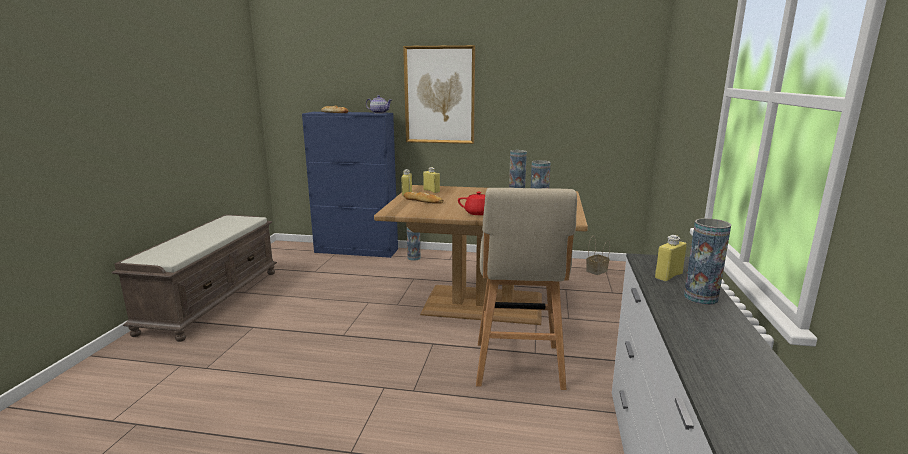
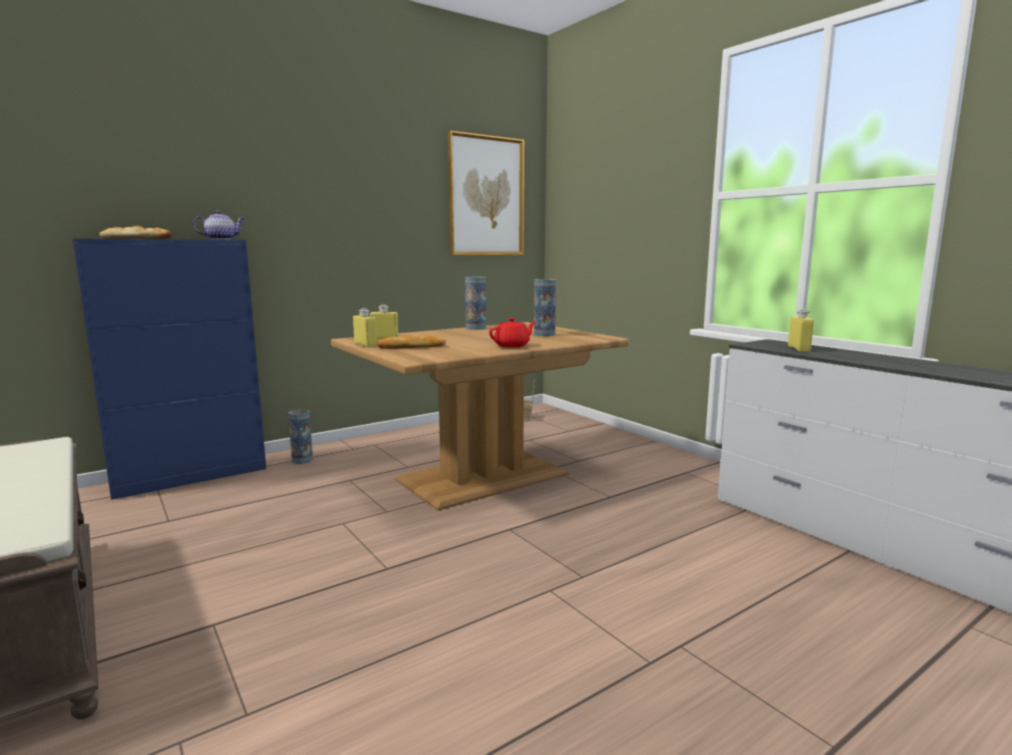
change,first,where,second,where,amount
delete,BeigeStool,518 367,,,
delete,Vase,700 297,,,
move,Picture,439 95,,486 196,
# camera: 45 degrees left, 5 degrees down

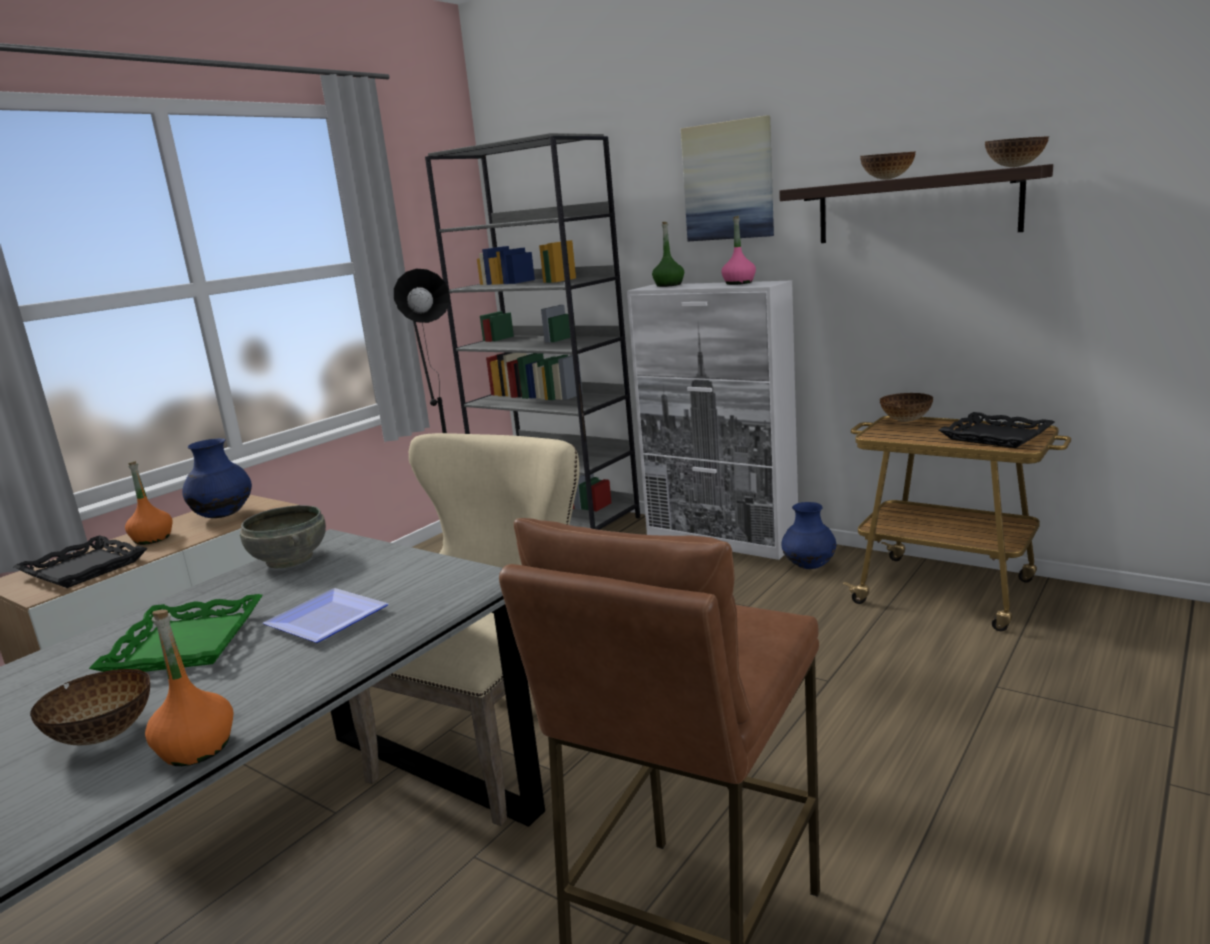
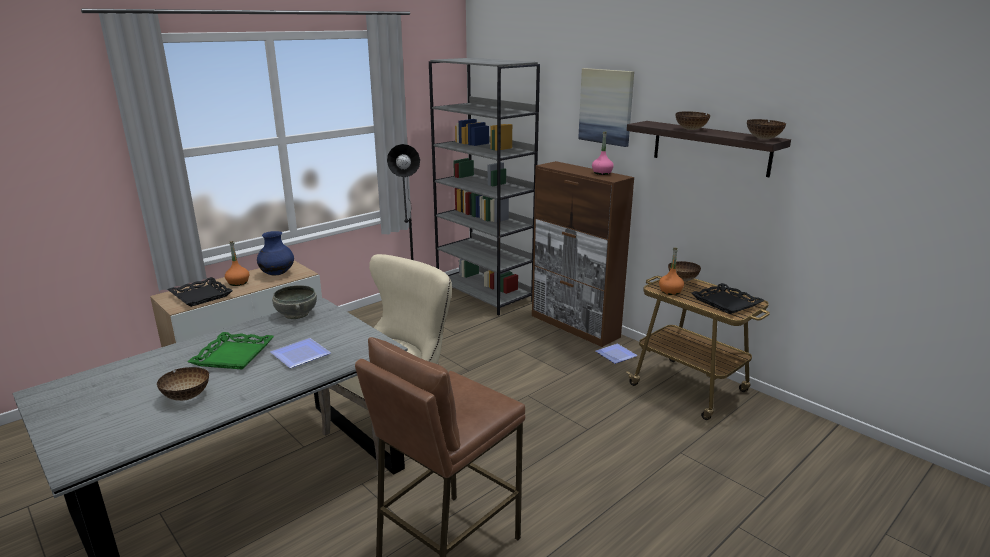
change,first,where,second,where,amount
delete,GreenBottle,669 285,,,
move,OrangeBottle,197 748,,670 291,
replace,BlueVase,809 566,Plate,617 355,
recolor,WhiteCabinet,721 539,BrownCabinet,575 326,
# camera: 10 degrees right, 5 degrees up

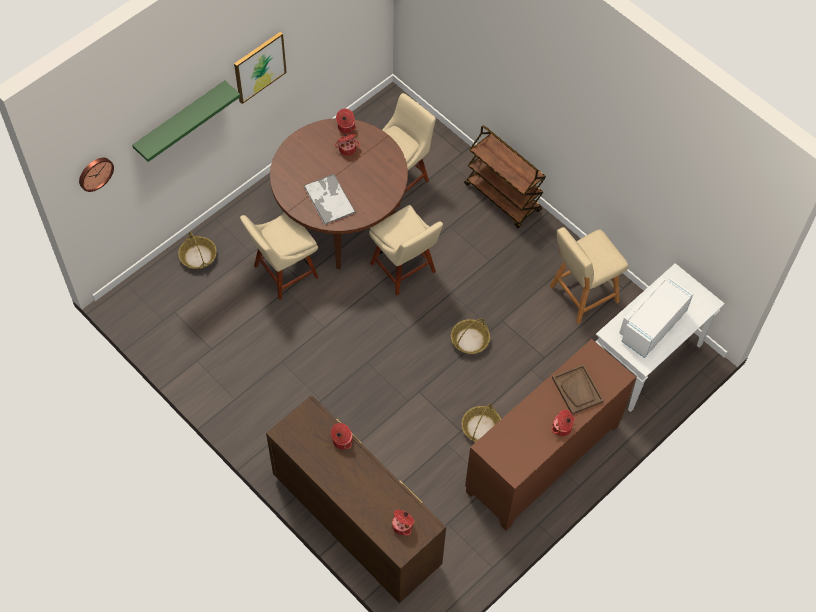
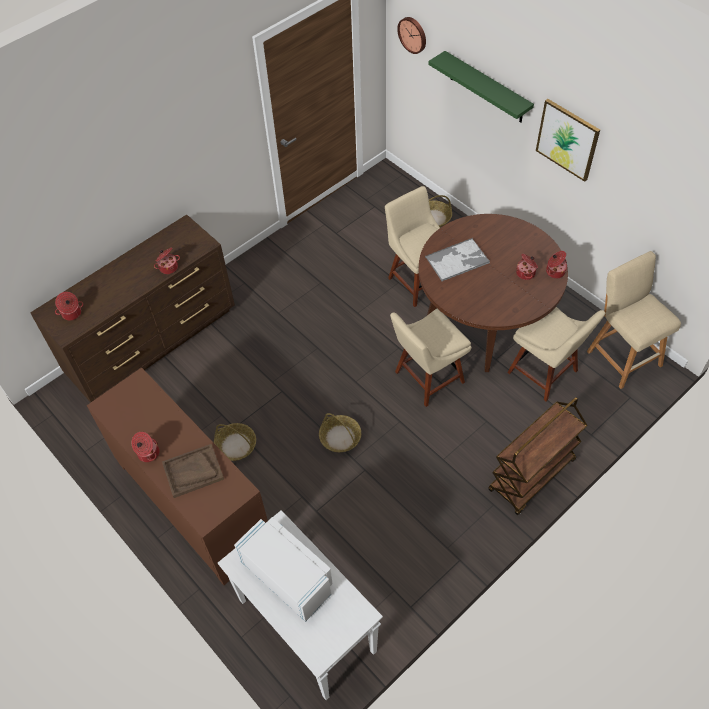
change,first,where,second,where,amount
move,BeigeStool,581 295,,621 356,
# camera: 95 degrees right, 5 degrees down

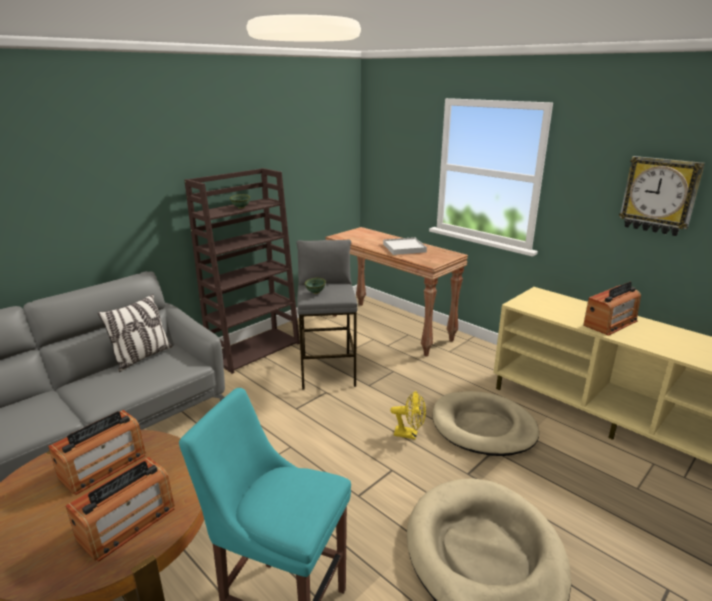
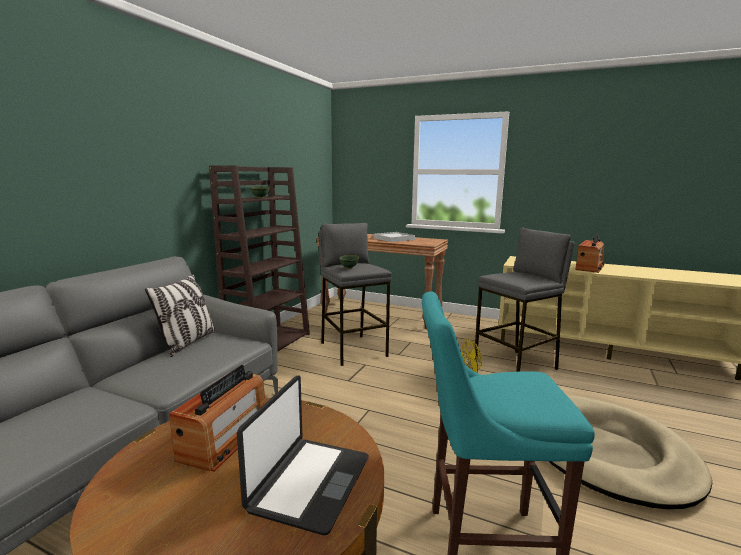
change,first,where,second,where,amount
delete,WallClock,659 195,,,
replace,Radio,127 524,Laptop,309 483,
replace,BeigeDogBed,483 427,GreyStool,516 367,
# camera: 20 degrees left, 10 degrees down

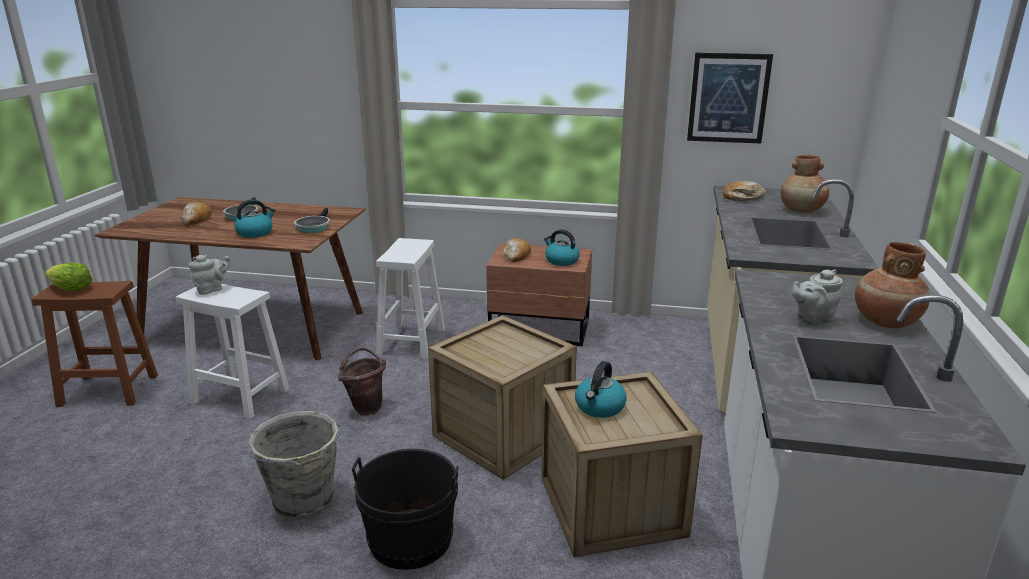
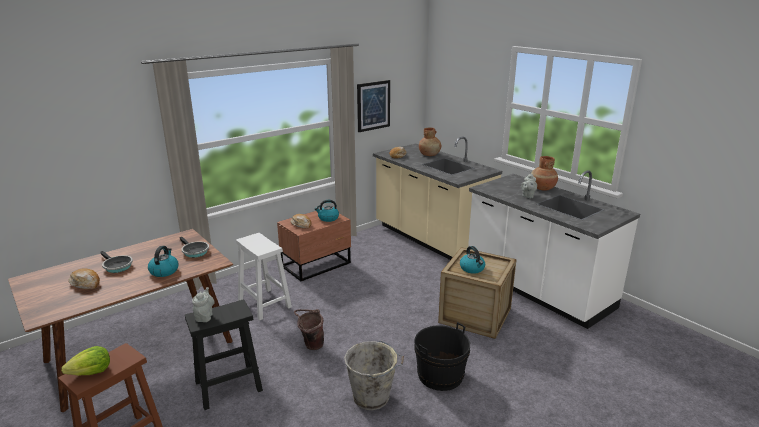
change,first,where,second,where,amount
delete,Crate,503 435,,,
recolor,WhiteStool,238 396,BlackStool,227 386,
# camera: 50 degrees left, 0 degrees up

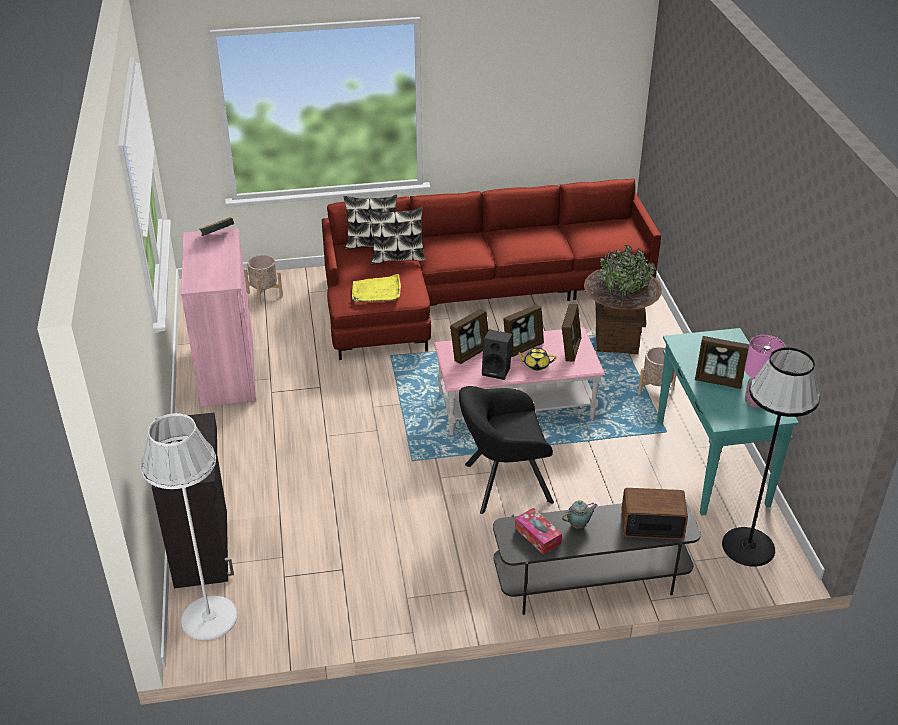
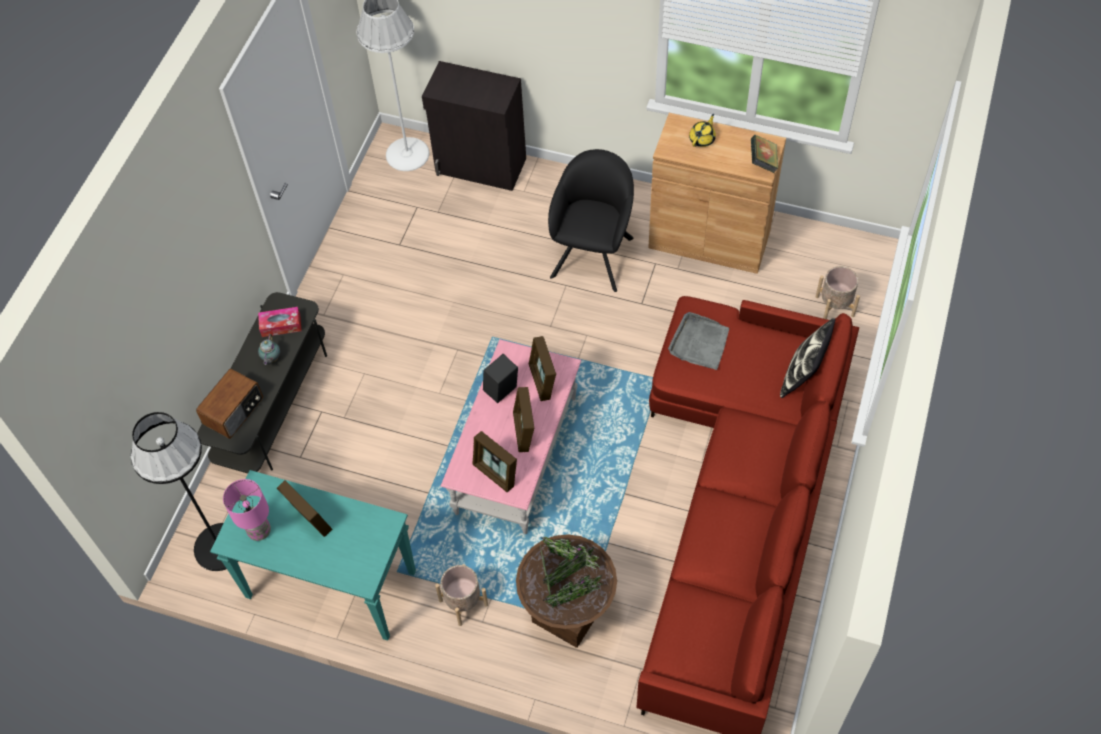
change,first,where,second,where,amount
delete,Pillow,397 257,,,
move,BlackArmchair,503 483,,593 253,
move,YellowTeapot,536 365,,702 139,
recolor,PinkCabinet,227 370,BrownCabinet,709 239,
recolor,YellowTray,376 291,GreyTray,699 343,
rotate,PictureFrame,718 380,,309 520,90 degrees clockwise
# camera: 120 degrees right, 20 degrees up

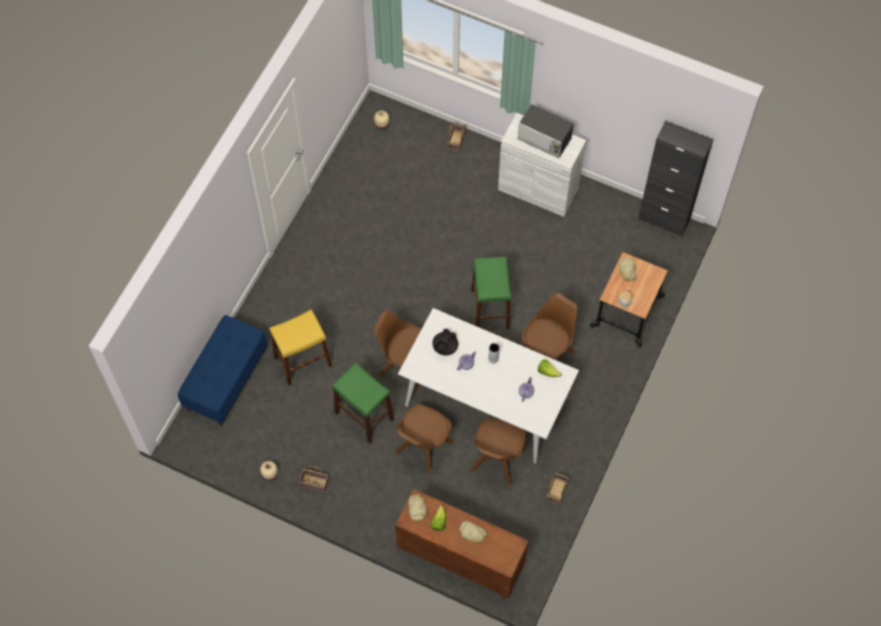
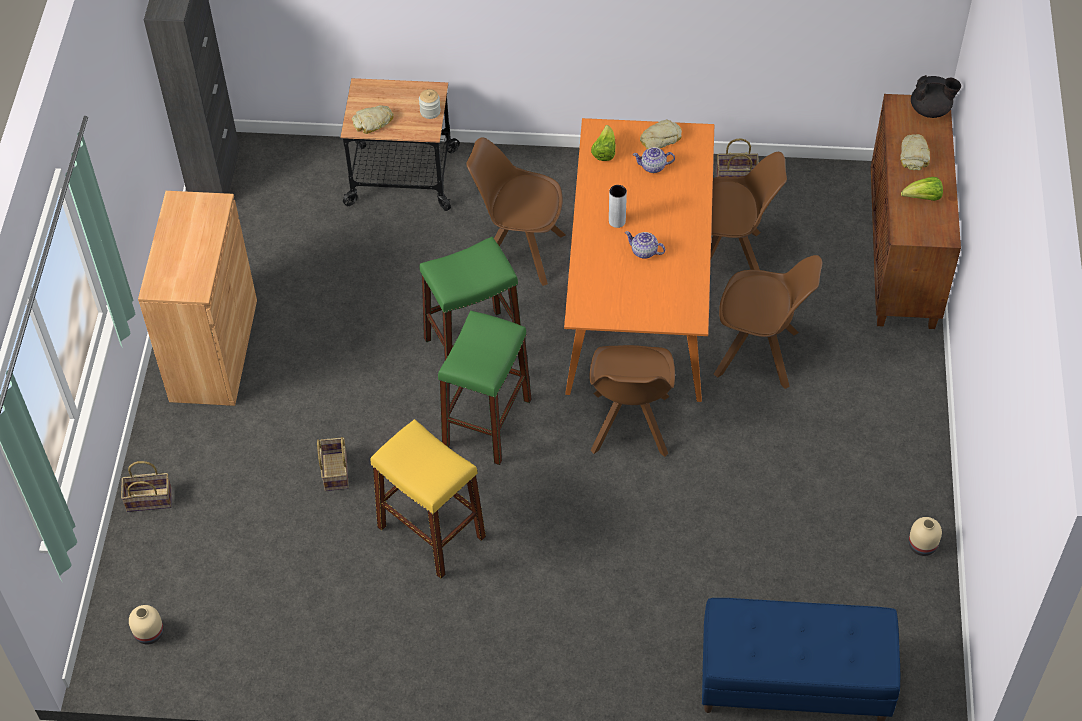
change,first,where,second,where,amount
delete,Microwave,544 139,,,
move,YellowStool,303 361,,431 532,
move,Basket,315 483,,334 471,
move,GreenStool,364 416,,487 423,
move,Bread,417 508,,660 138,
move,BlackTeapot,445 347,,931 110,
recolor,WhiteDiningTable,485 401,OrangeDiningTable,639 301,
recolor,WhiteCabinet,538 189,BrownCabinet,214 350,
# camera: 110 degrees left, 10 degrees down

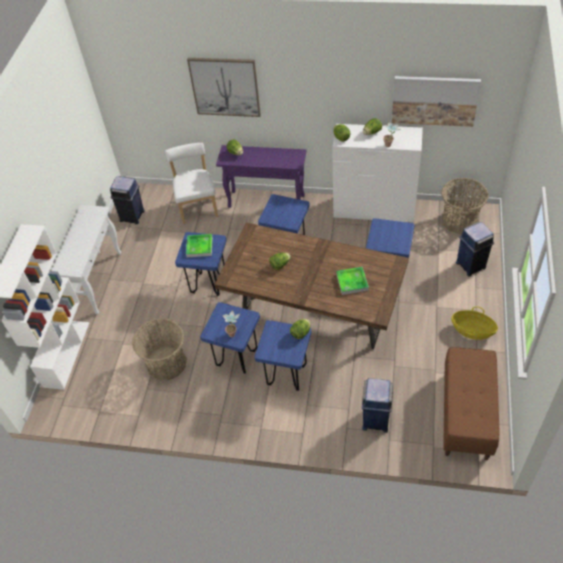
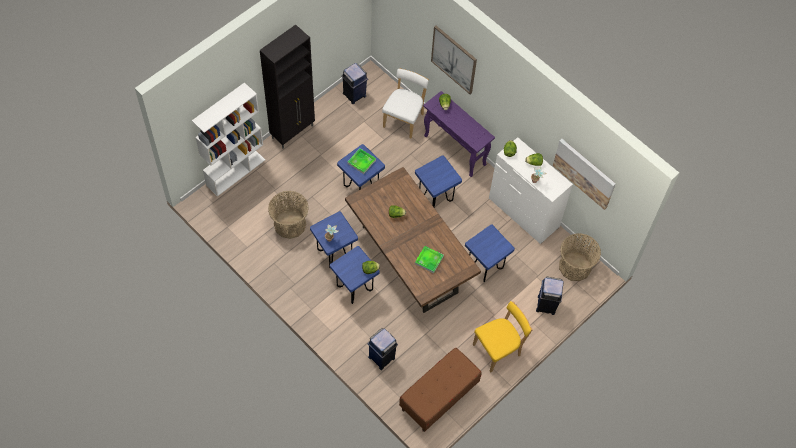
change,first,where,second,where,amount
replace,WhiteConsoleTable,98 281,BlackCabinet,293 132,
replace,Basket,472 330,YellowChair,498 349,
# camera: 30 degrees right, 10 degrees up

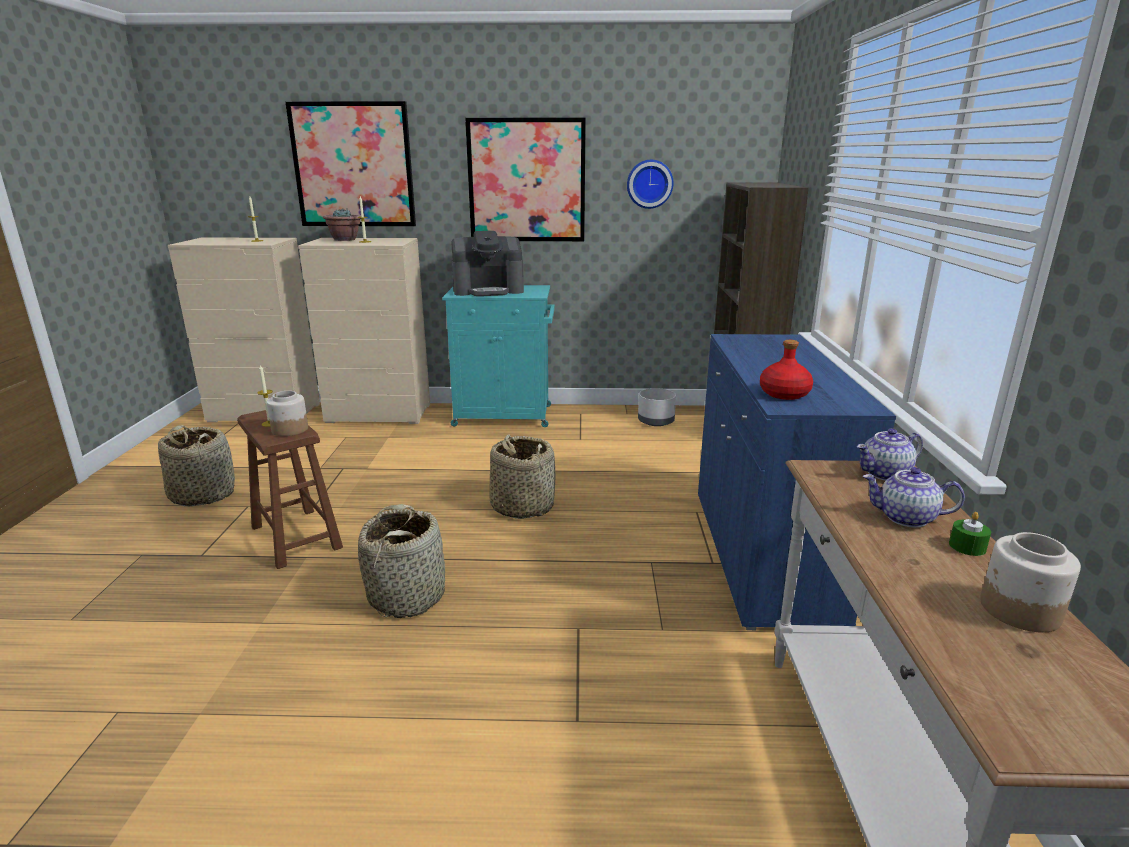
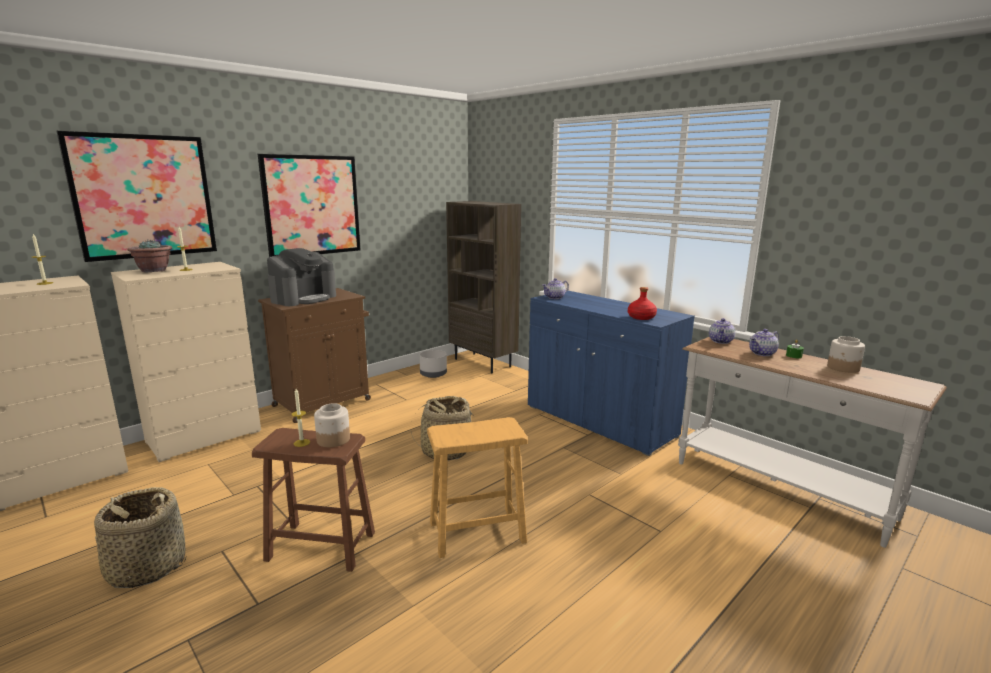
change,first,where,second,where,amount
delete,WallClock,649 184,,,
insert,,,Teapot,555 297,
replace,Basket,407 596,BrownStool,477 532,
recolor,TurquoiseCabinet,505 416,BrownCabinet,324 402,
# camera: 45 degrees left, 5 degrees down

